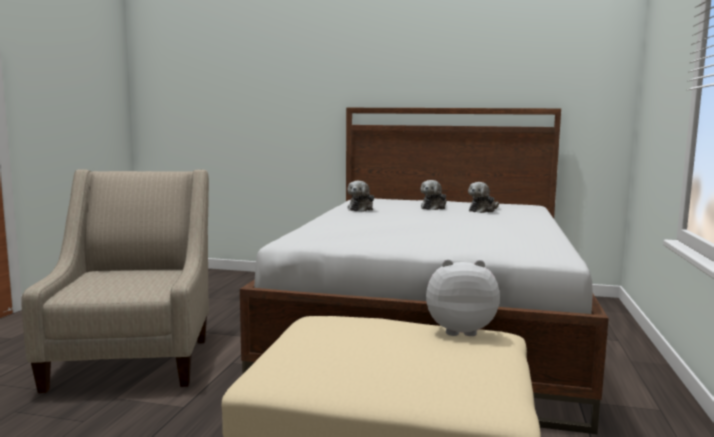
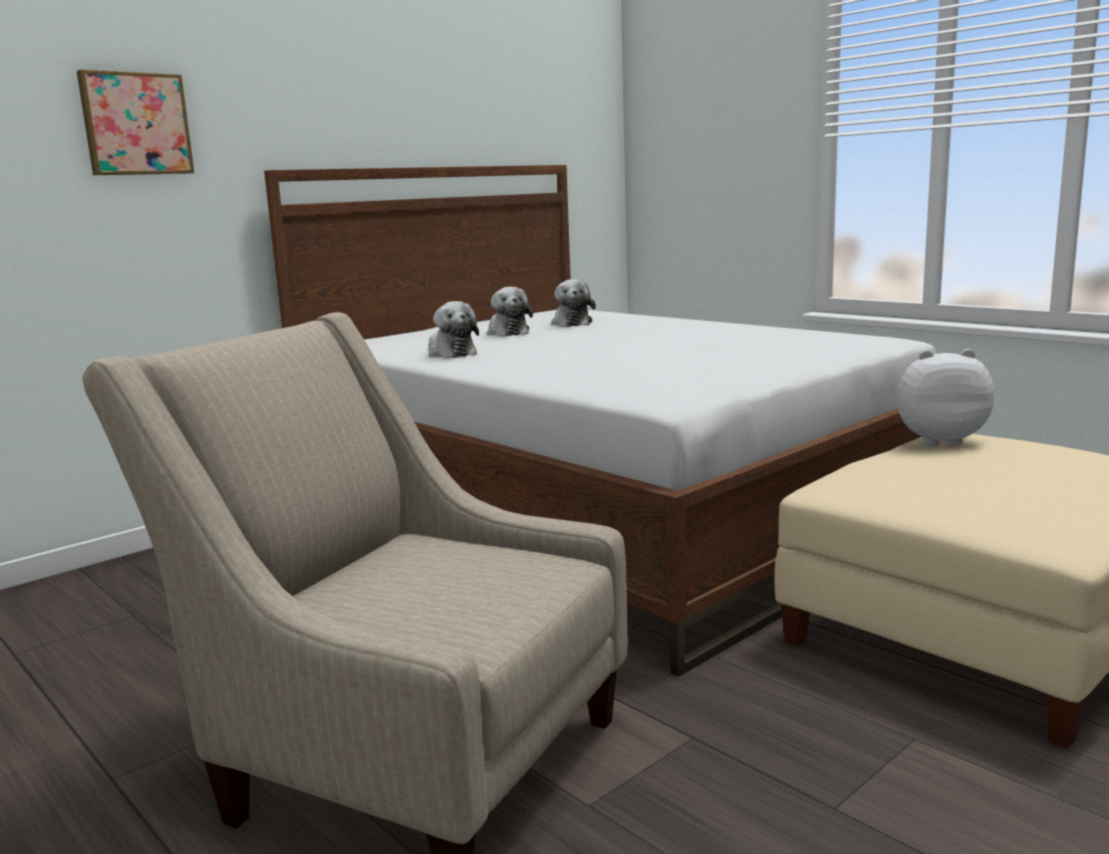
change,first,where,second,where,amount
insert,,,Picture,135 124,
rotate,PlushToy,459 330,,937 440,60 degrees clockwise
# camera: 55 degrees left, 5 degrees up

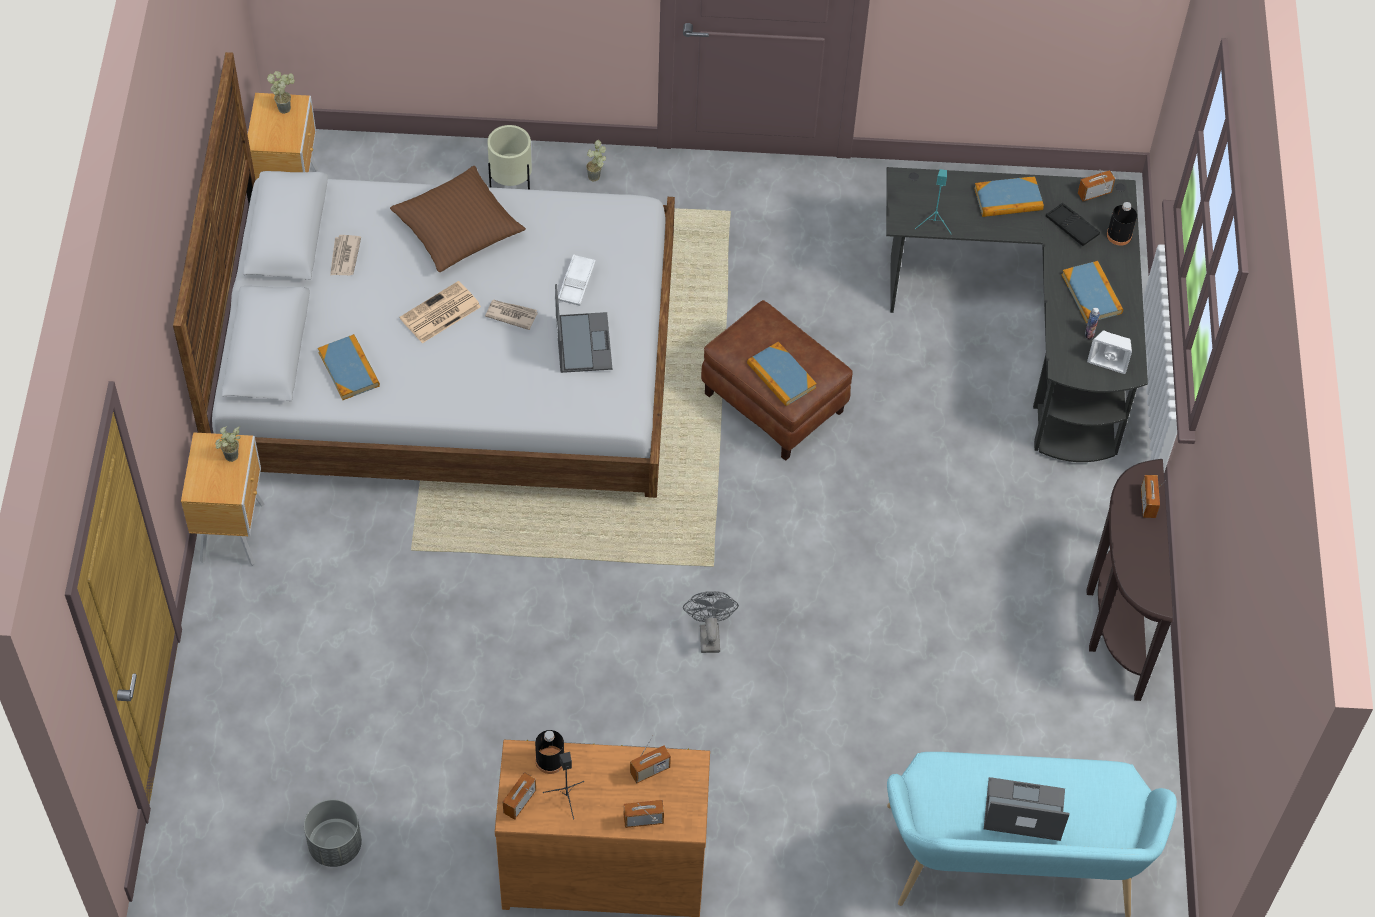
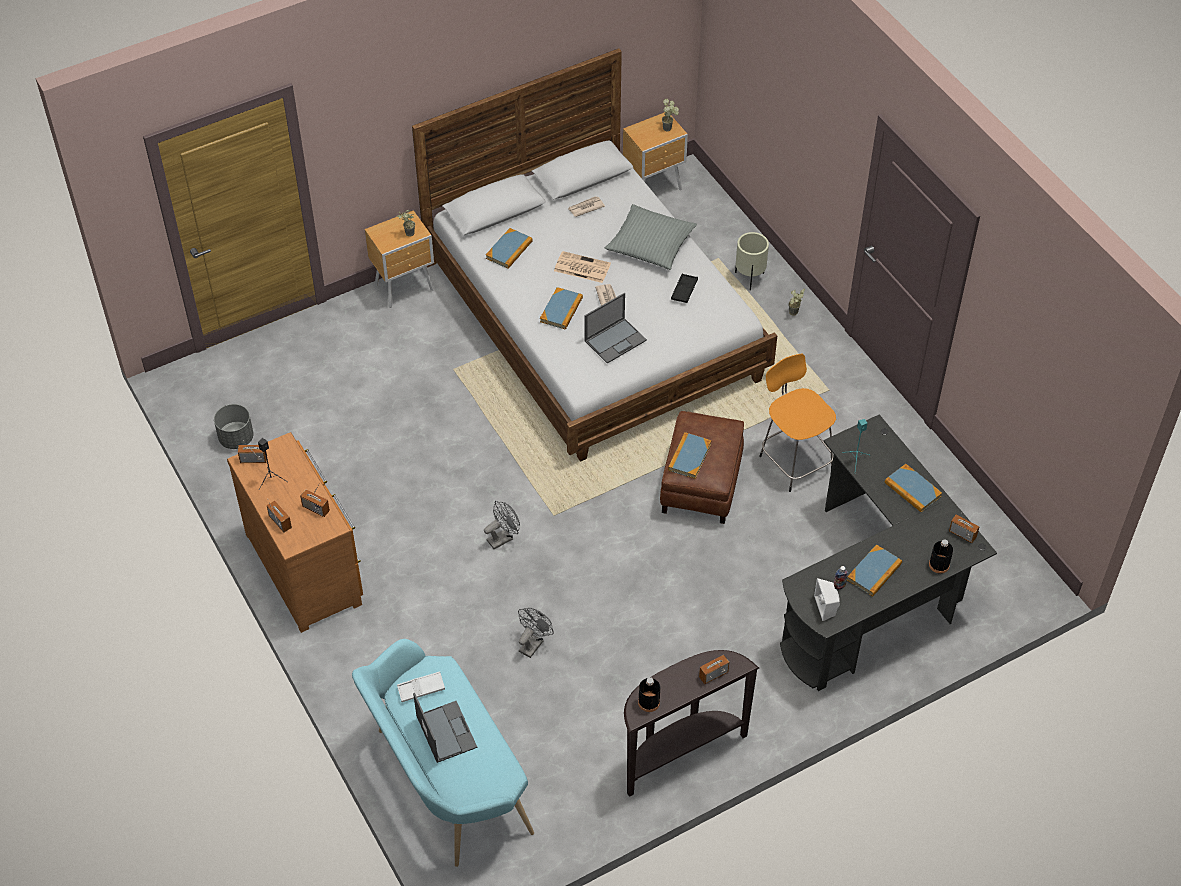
change,first,where,second,where,amount
insert,,,GreyFan,533 643,
insert,,,Book,561 310,
insert,,,OrangeStool,794 461,
move,BlackBottle,550 760,,649 702,
move,WhiteTray,576 283,,421 689,
move,BlackTray,1071 227,,684 290,
recolor,BrownPillow,458 228,GreyPillow,650 244,
# camera: 60 degrees right, 5 degrees down

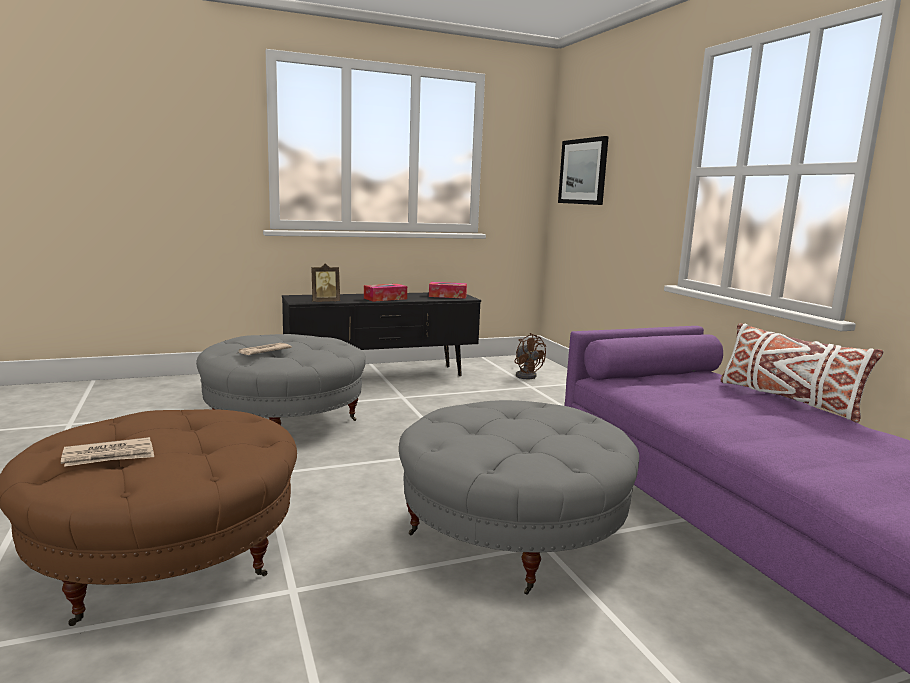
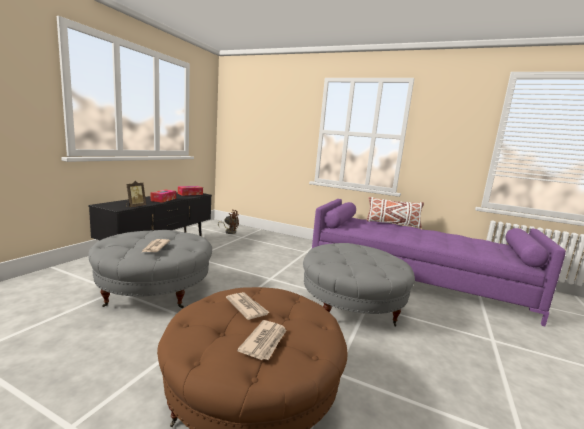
change,first,where,second,where,amount
delete,Picture,583 171,,,
insert,,,Newspaper,247 307,
# camera: 45 degrees left, 0 degrees up

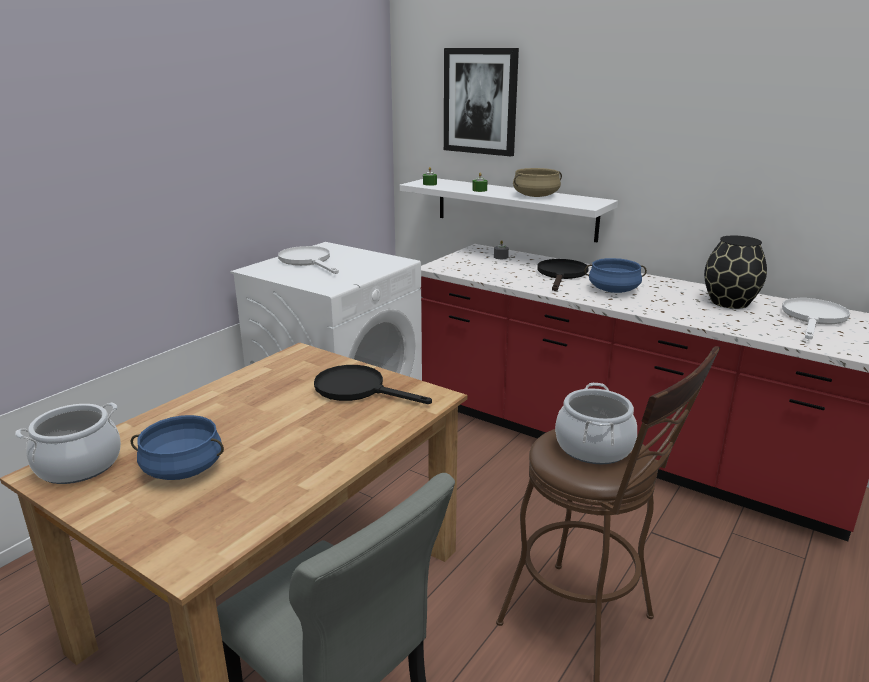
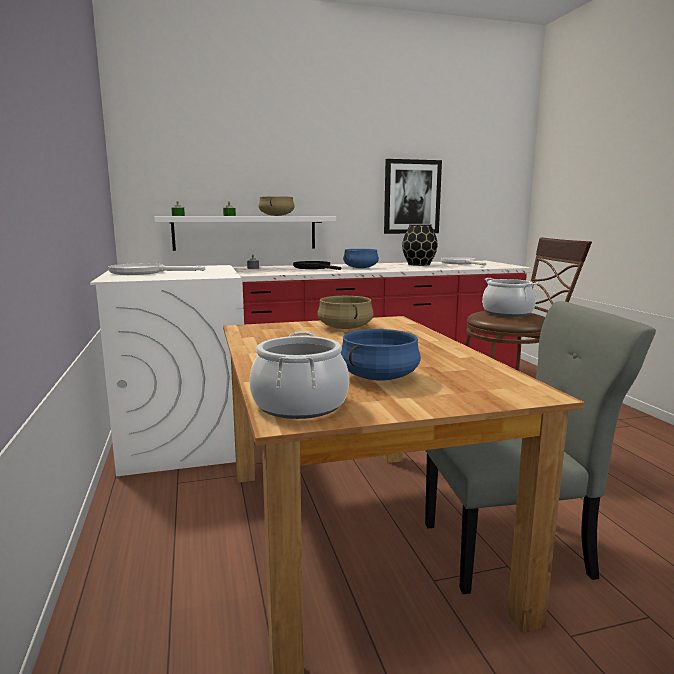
change,first,where,second,where,amount
move,Picture,480 101,,412 197,
replace,BlackFryingPan,358 389,BeigeCookingPot,344 327,
# camera: 50 degrees left, 10 degrees down

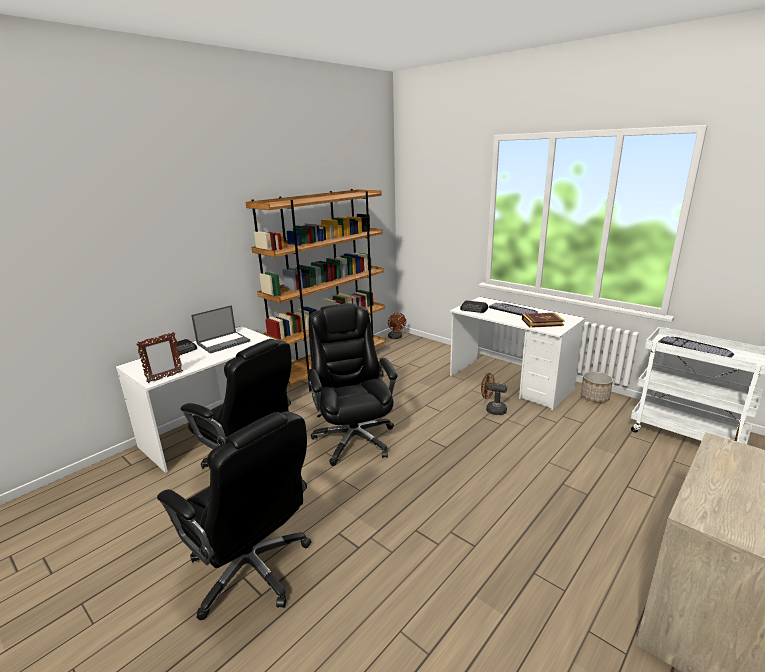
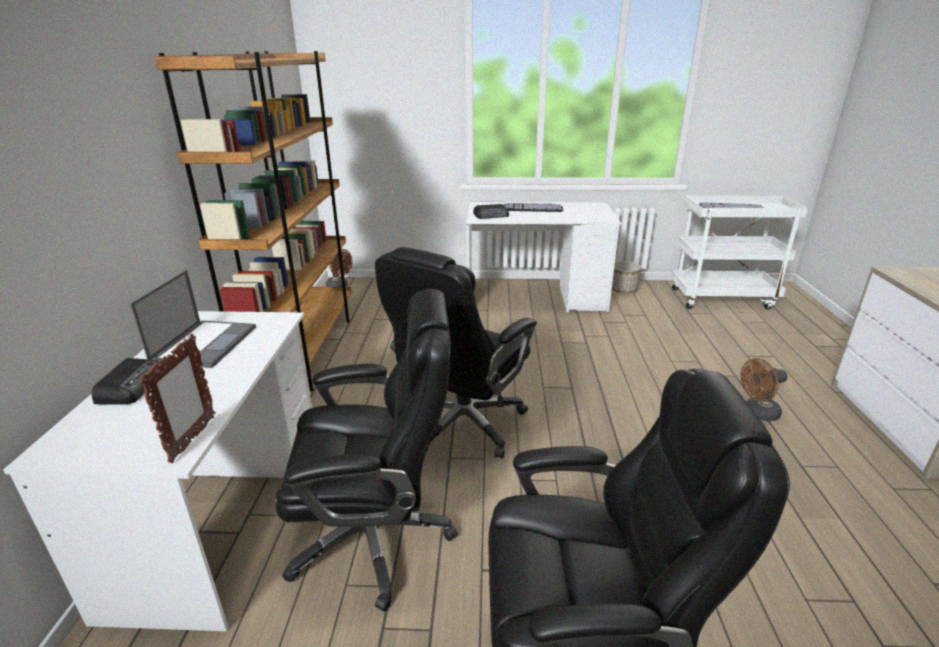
change,first,where,second,where,amount
delete,Book,542 322,,,
move,BrownFan,492 409,,757 413,
rotate,BlackOfficeChair,353 438,,461 424,90 degrees counterclockwise
# camera: 40 degrees left, 5 degrees up

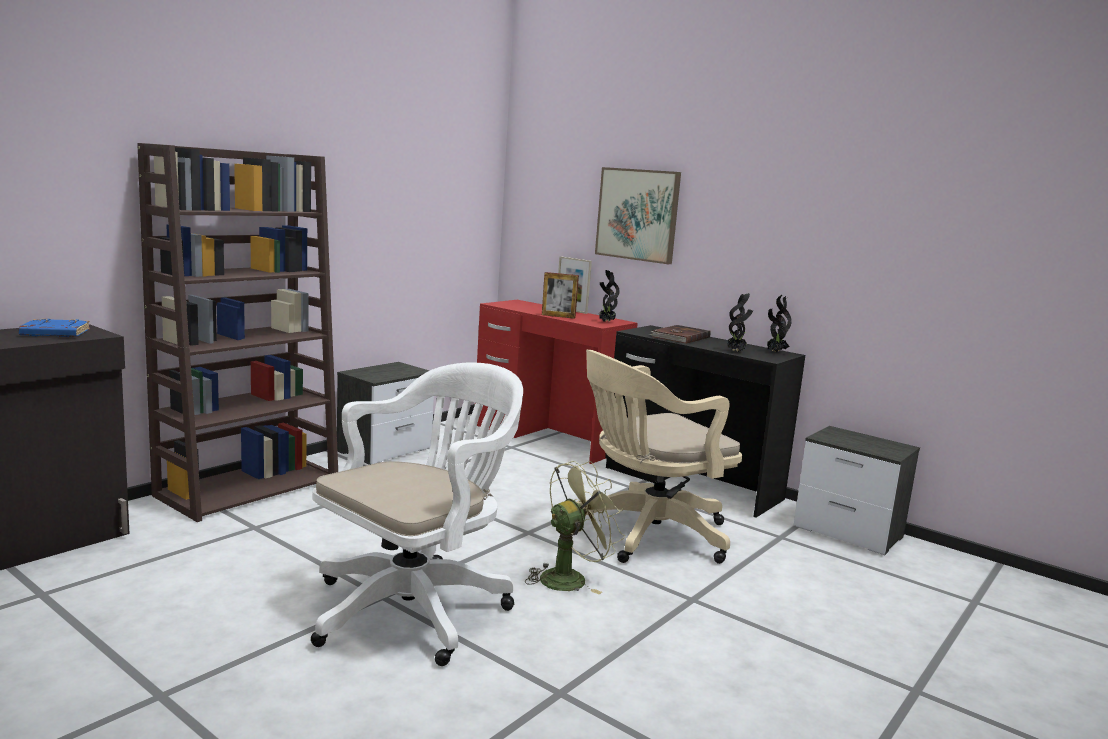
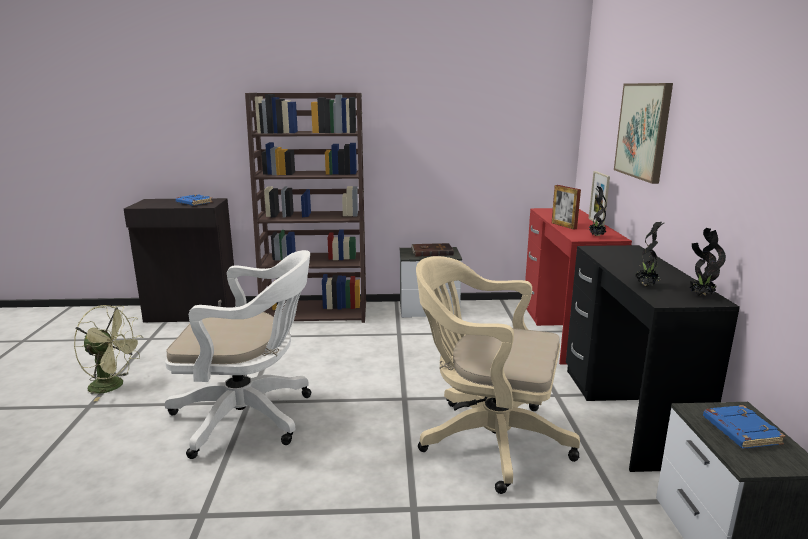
change,first,where,second,where,amount
insert,,,BlueBook,739 431,
move,GreenFan,570 577,,113 386,
move,BrownBook,679 337,,431 251,
# camera: 50 degrees right, 5 degrees up

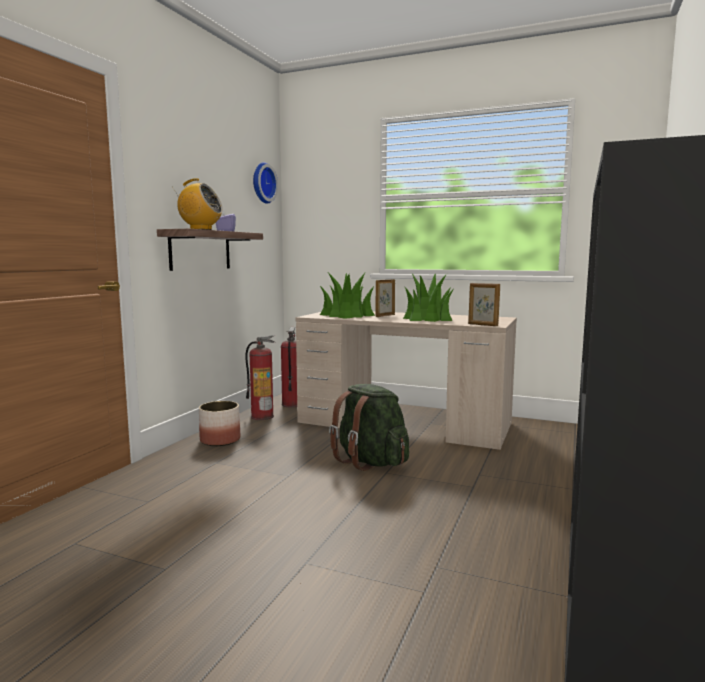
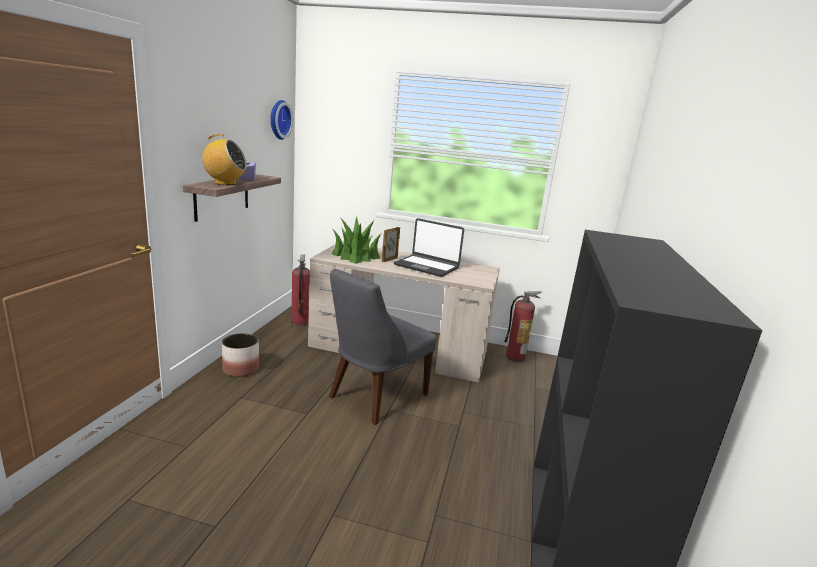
change,first,where,second,where,amount
delete,PictureFrame,482 325,,,
move,FireExtinguisher,262 416,,515 357,
replace,GreenBackpack,370 462,GreyChair,375 397,
replace,PottedPlant,427 318,Laptop,427 266,
# camera: 10 degrees left, 10 degrees up

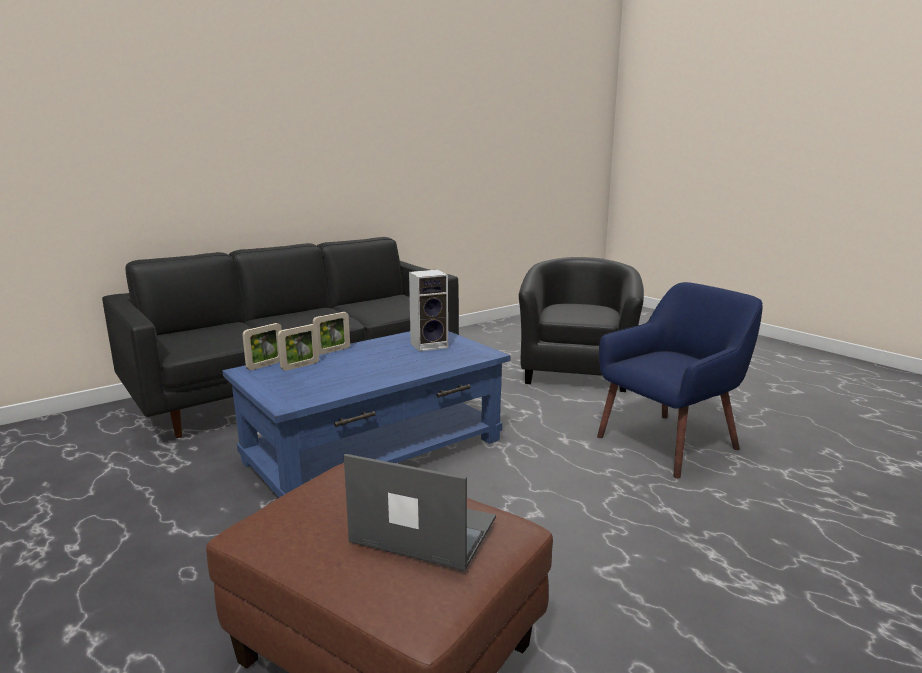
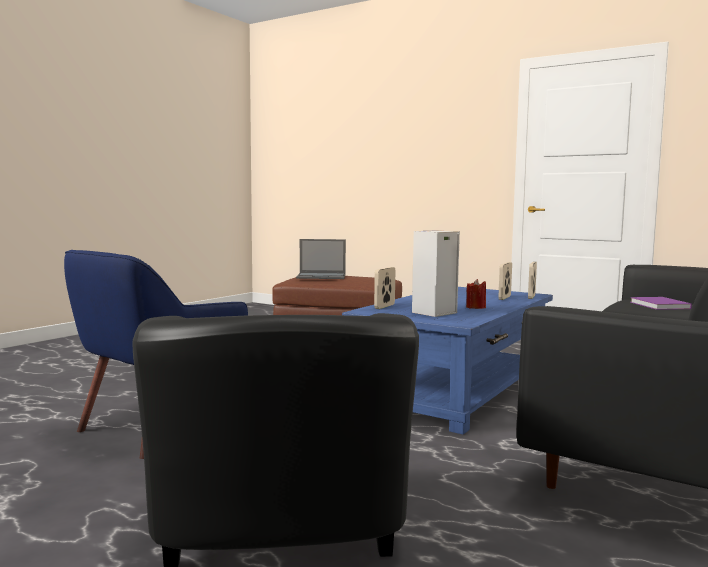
change,first,where,second,where,amount
insert,,,RedCandle,476 307,
insert,,,PurpleBook,660 305,
move,PictureFrame,333 351,,384 306,
# camera: 160 degrees right, 10 degrees down

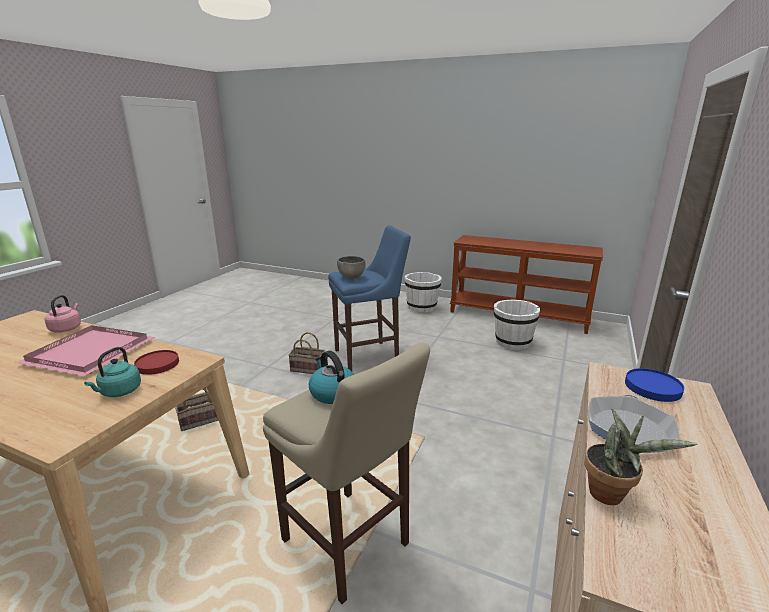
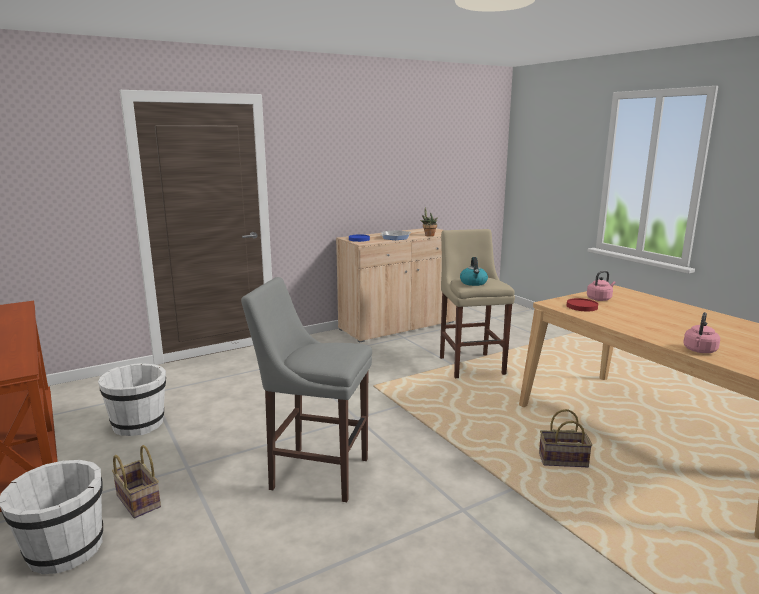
change,first,where,second,where,amount
delete,PinkTray,90 352,,,
delete,GreyBowl,351 277,,,
move,Basket,309 368,,137 501,
recolor,TurquoiseKettle,119 392,PinkKettle,600 299,
recolor,BlueStool,370 356,GreyStool,315 472,
# camera: 145 degrees left, 5 degrees down

